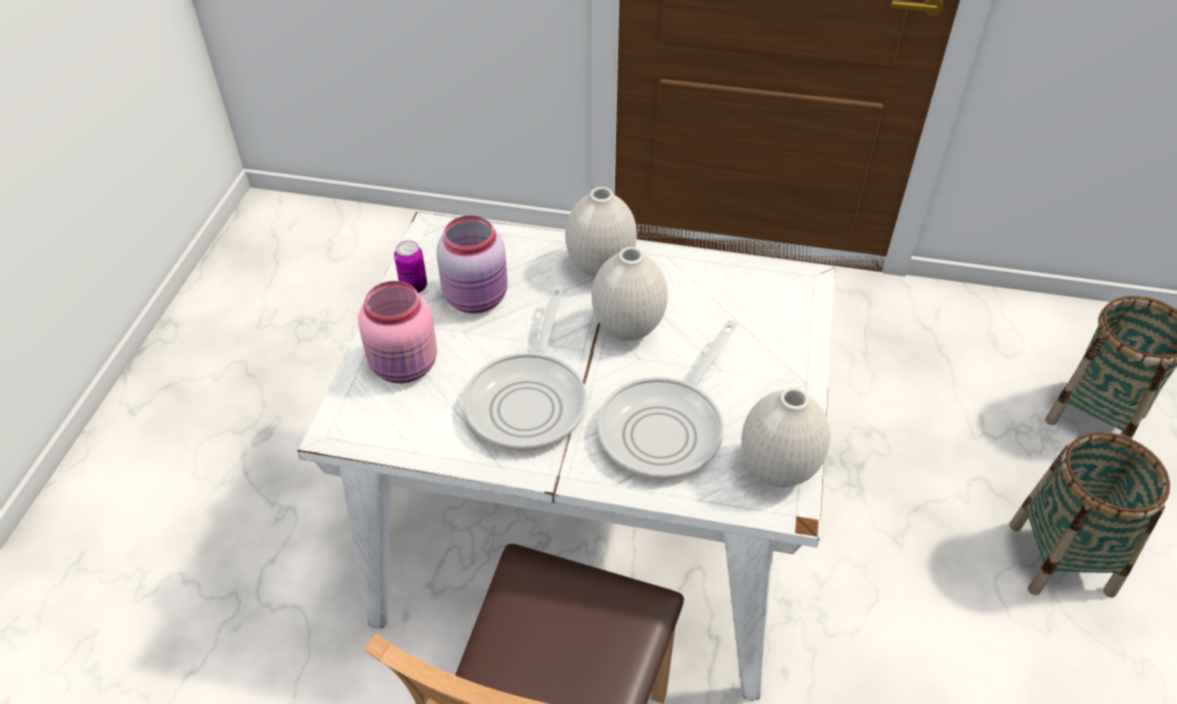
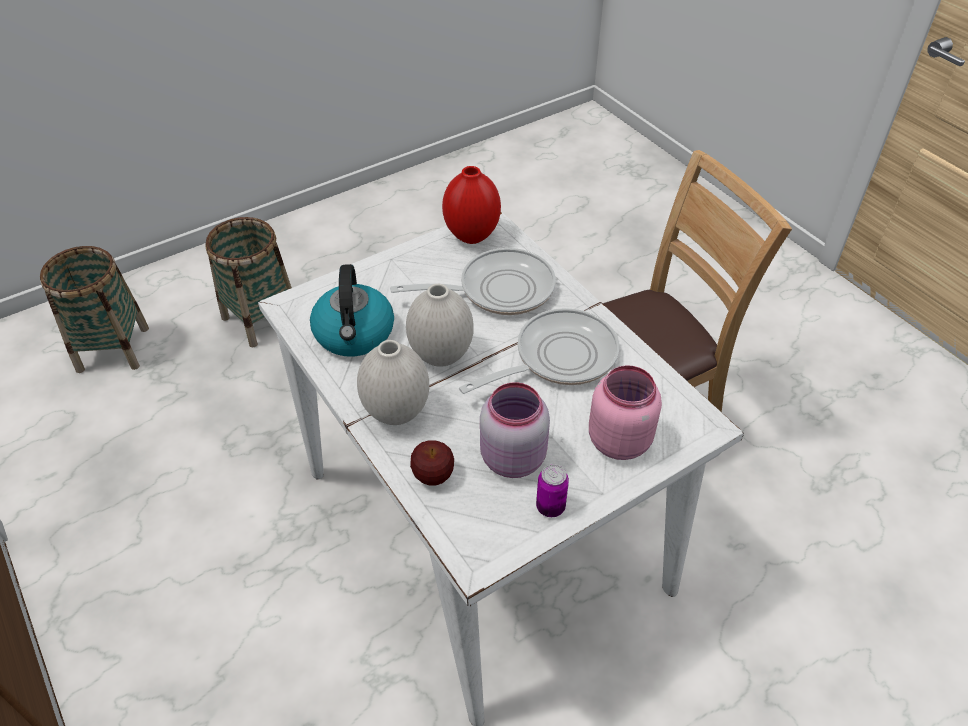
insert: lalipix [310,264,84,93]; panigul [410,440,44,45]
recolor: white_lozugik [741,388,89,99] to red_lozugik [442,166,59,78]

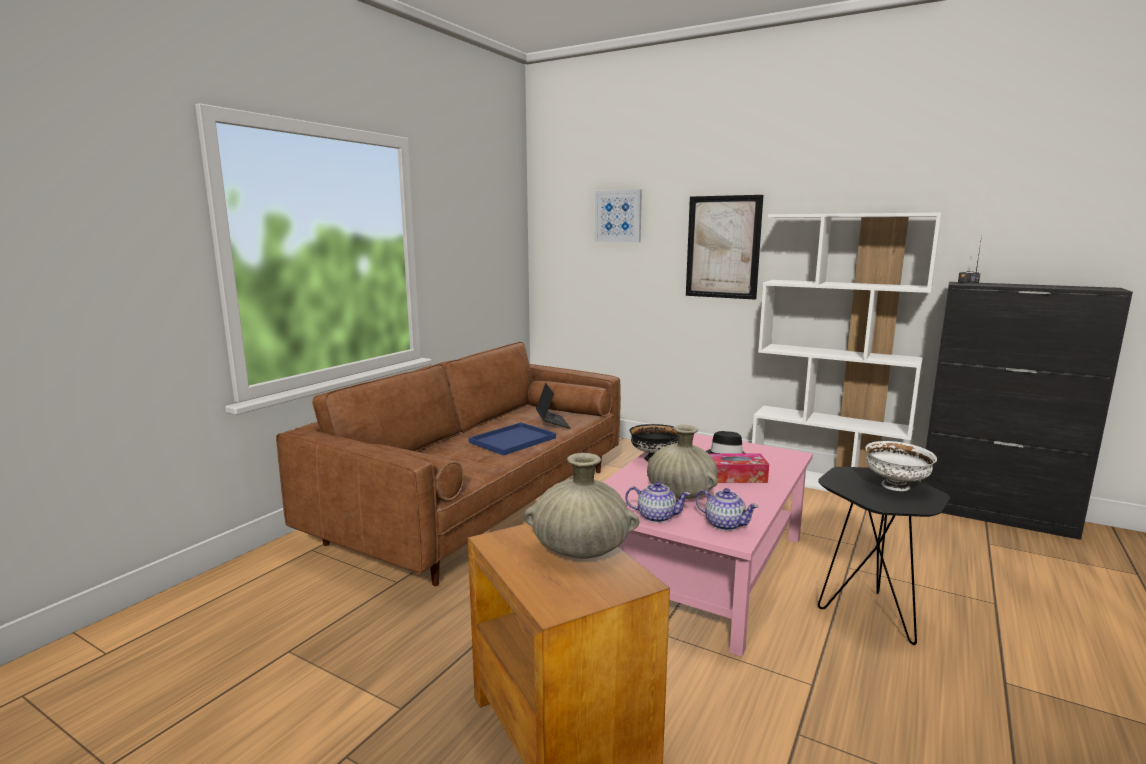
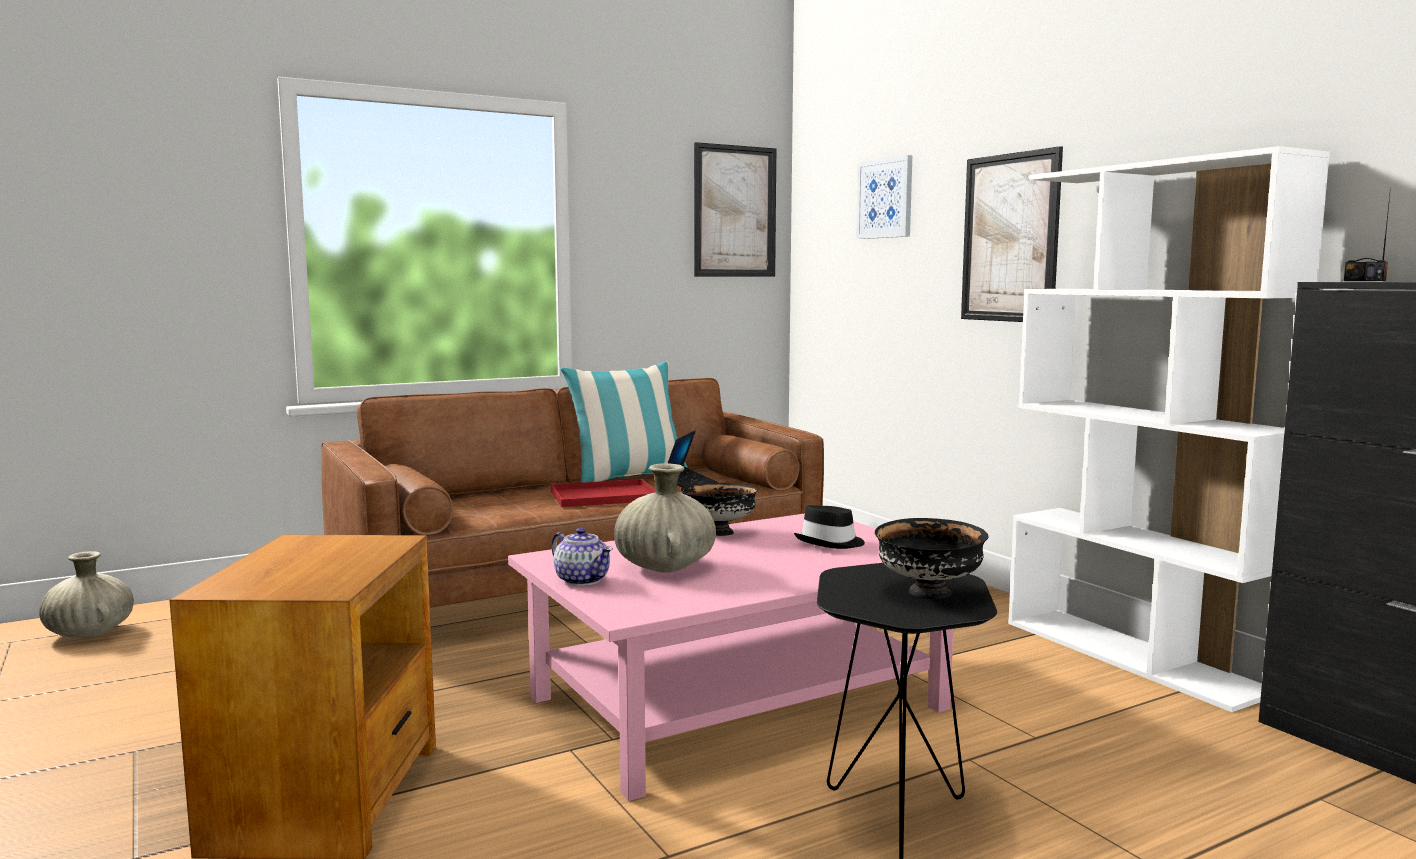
delete: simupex [695,488,64,43]; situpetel [710,454,59,29]
insert: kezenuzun [560,361,128,122]; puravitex [694,142,82,135]
move: beige_lozugik [524,453,115,106] to [39,551,95,87]
recolor: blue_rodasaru [469,422,87,34] to red_rodasaru [551,479,105,28]; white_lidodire [865,441,72,50] to black_lidodire [875,518,114,81]

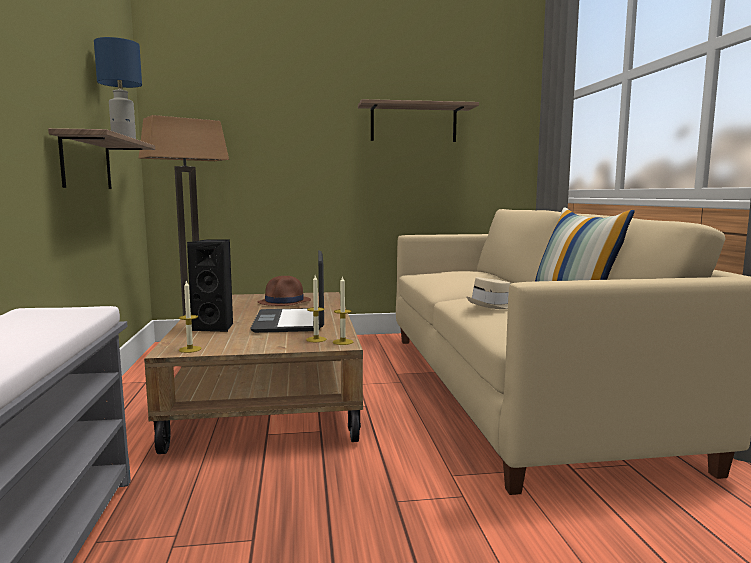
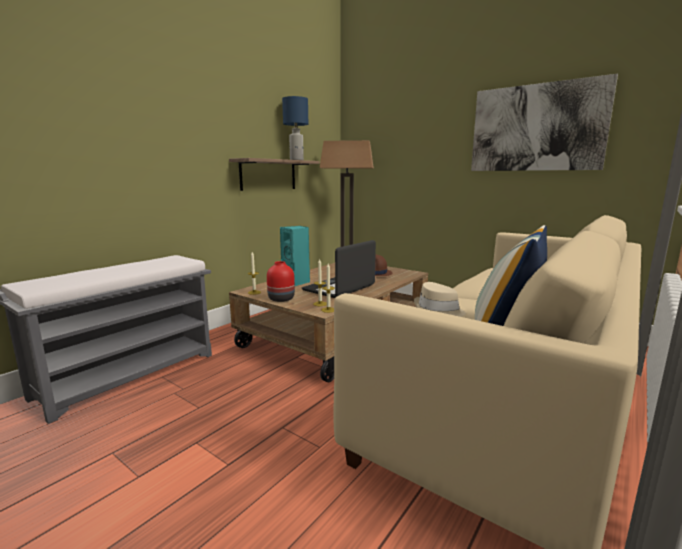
insert: red_lozugik [267,261,28,41]
replace: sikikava [358,99,121,43] to puravitex [471,74,147,97]
recolor: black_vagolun [186,239,47,93] to turquoise_vagolun [280,226,30,60]

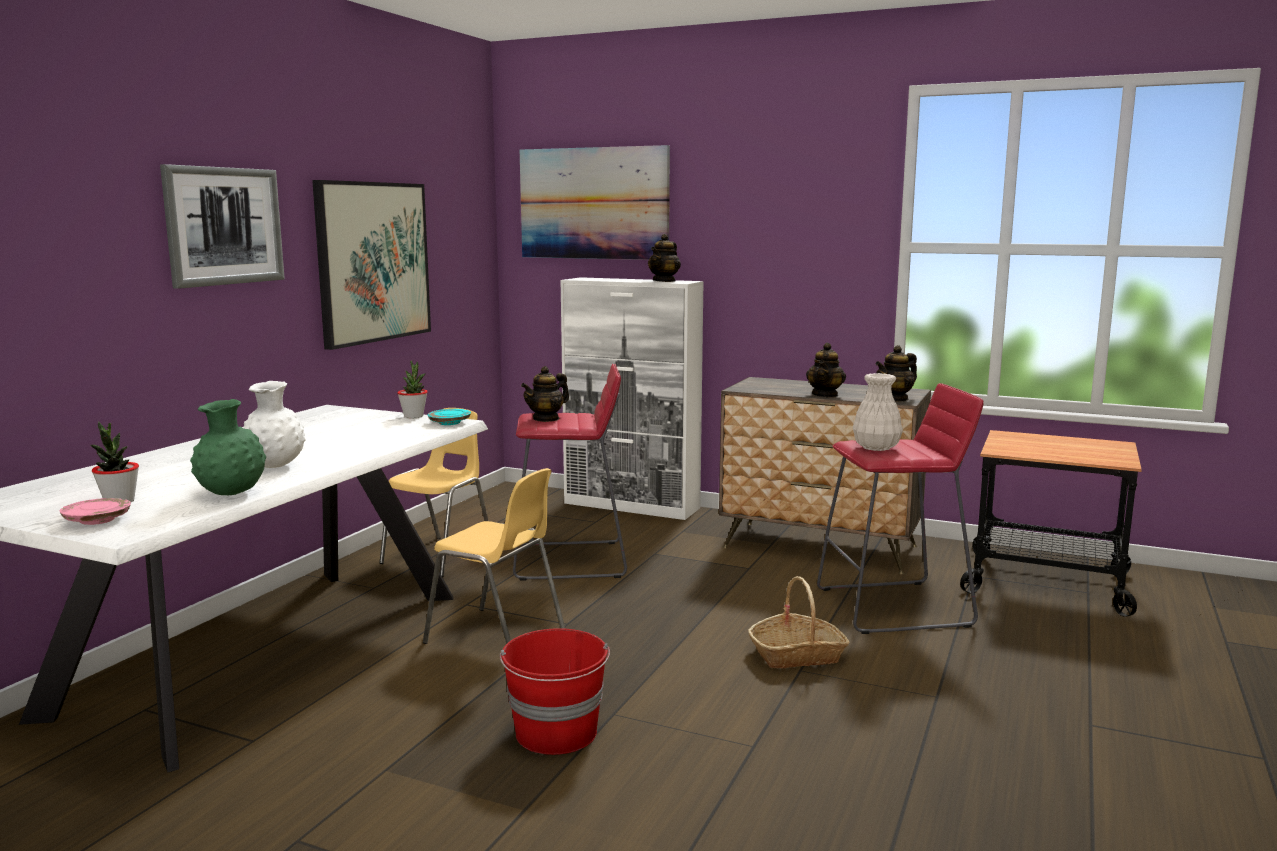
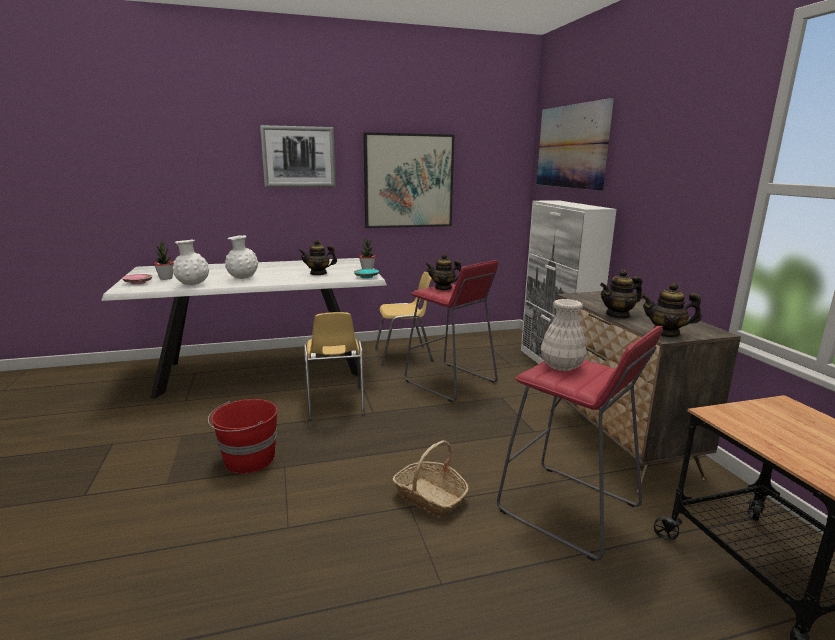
move: simupex [648,234,33,48] to [299,240,38,35]
recolor: green_lozugik [190,399,76,96] to white_lozugik [172,240,37,46]

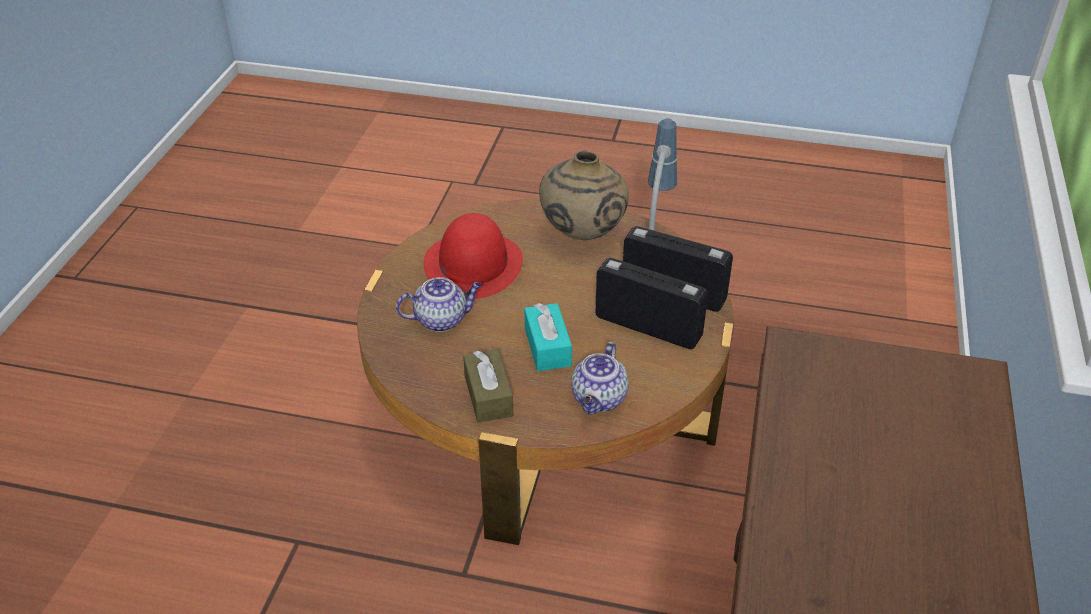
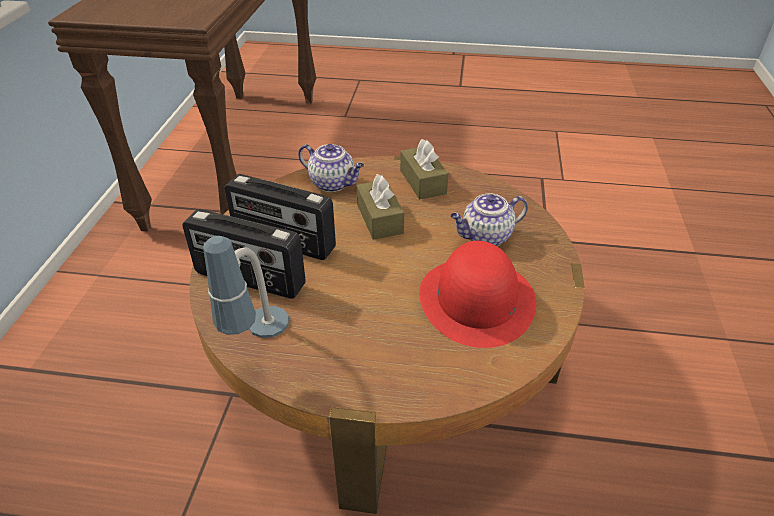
delete: beige_lozugik [539,151,90,89]
recolor: turquoise_situpetel [524,303,48,68] to brown_situpetel [357,174,47,66]
rotate: simupex [571,342,58,73] = [298,144,66,48] 105 degrees clockwise

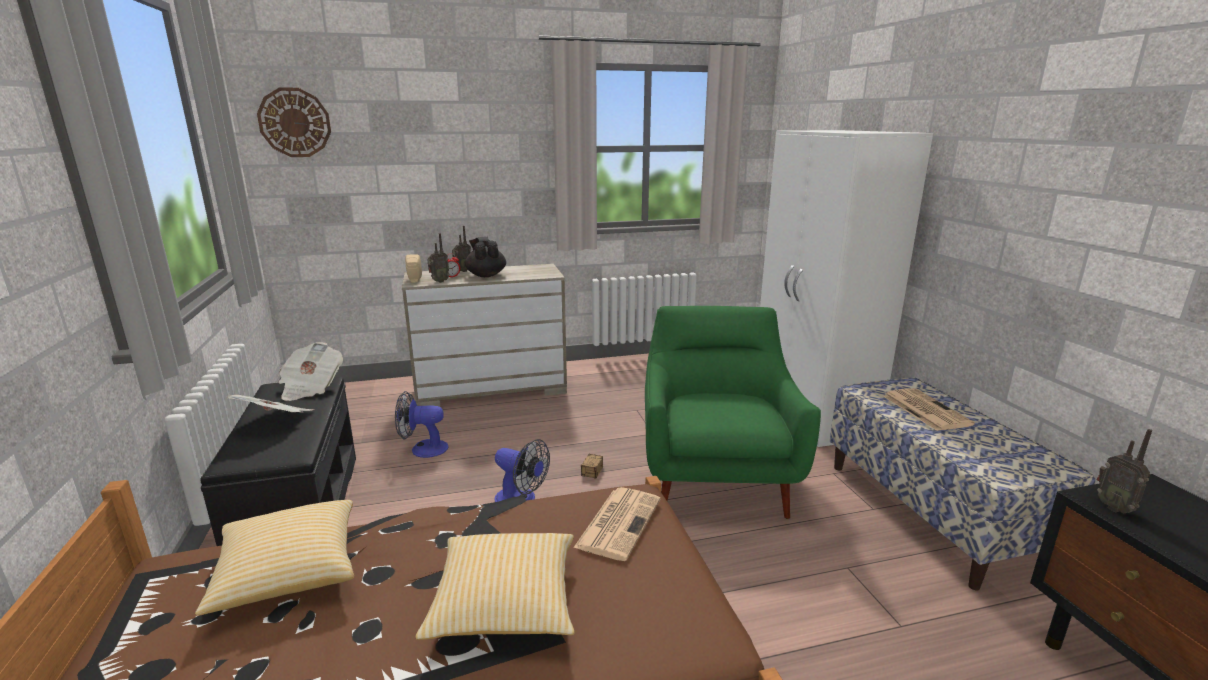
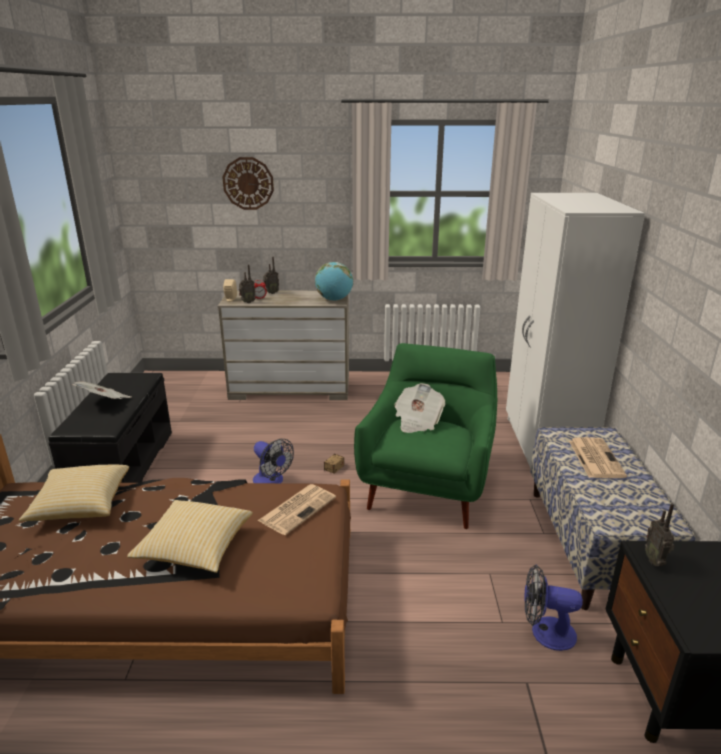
delete: black_simupex [465,236,41,41]
insert: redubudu [315,262,38,39]
move: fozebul [257,87,74,70] to [222,157,52,53]; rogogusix [278,342,65,59] to [395,383,51,50]; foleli [395,391,53,67] to [524,565,59,86]

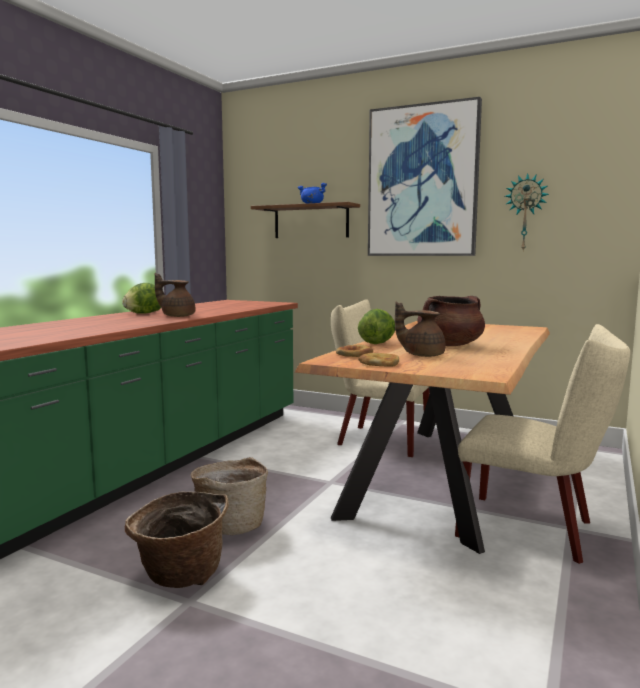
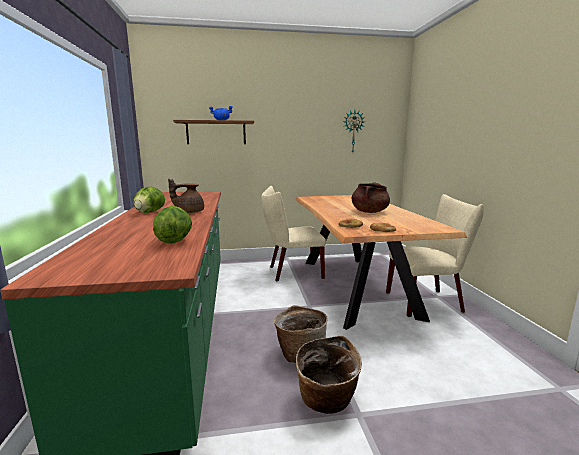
delete: puravitex [368,97,114,159]; brown_simupex [395,301,50,56]
move: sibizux [358,309,37,35] to [153,206,39,38]

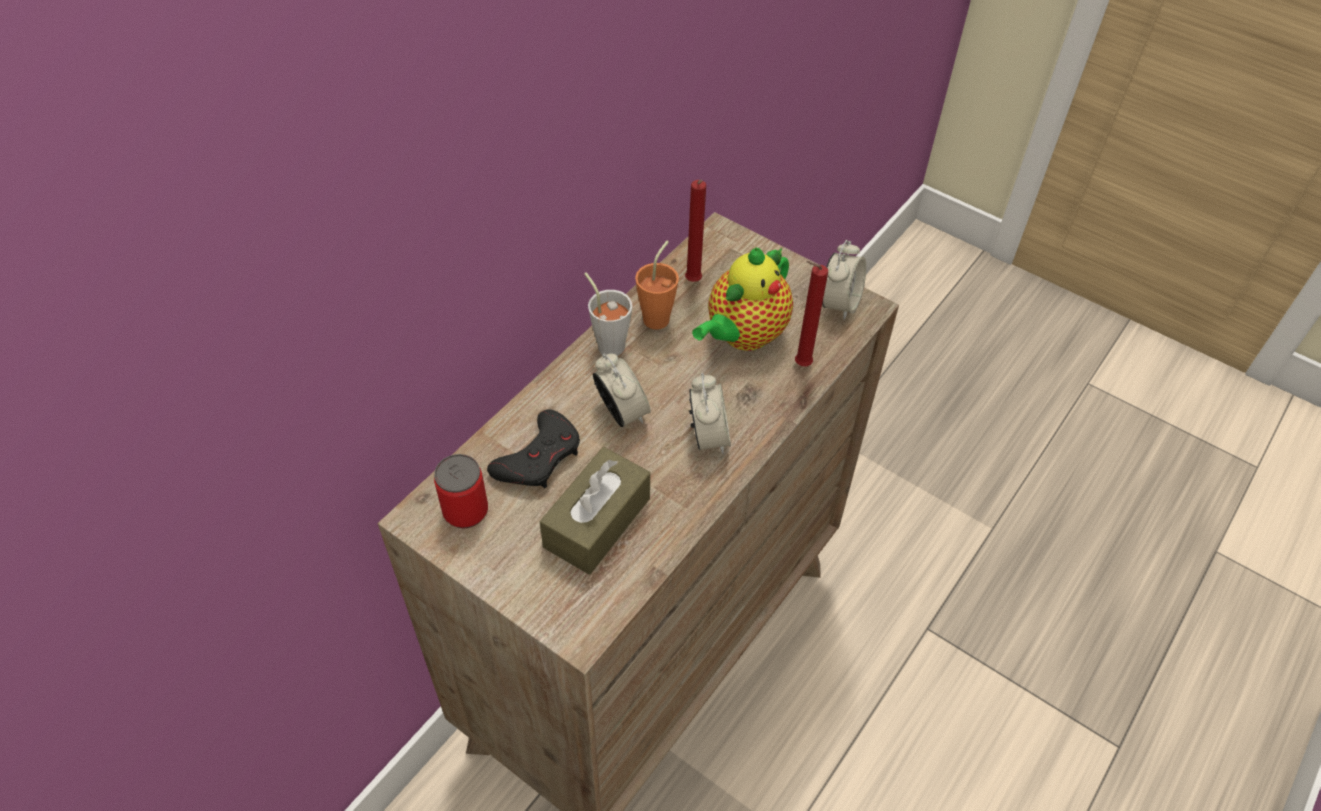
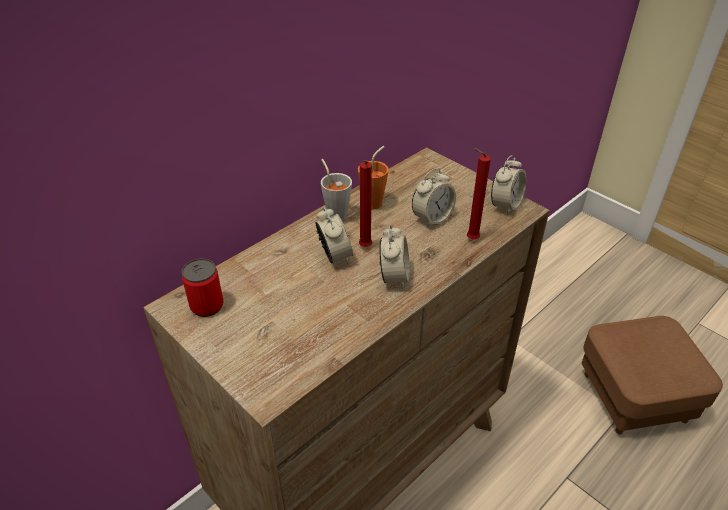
delete: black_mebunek [487,409,93,79]; brown_situpetel [540,447,110,127]
insert: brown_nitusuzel [582,316,141,118]
move: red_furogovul [685,180,21,102] to [359,160,13,87]
replace: simupex [692,248,101,103] to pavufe [412,168,44,60]

